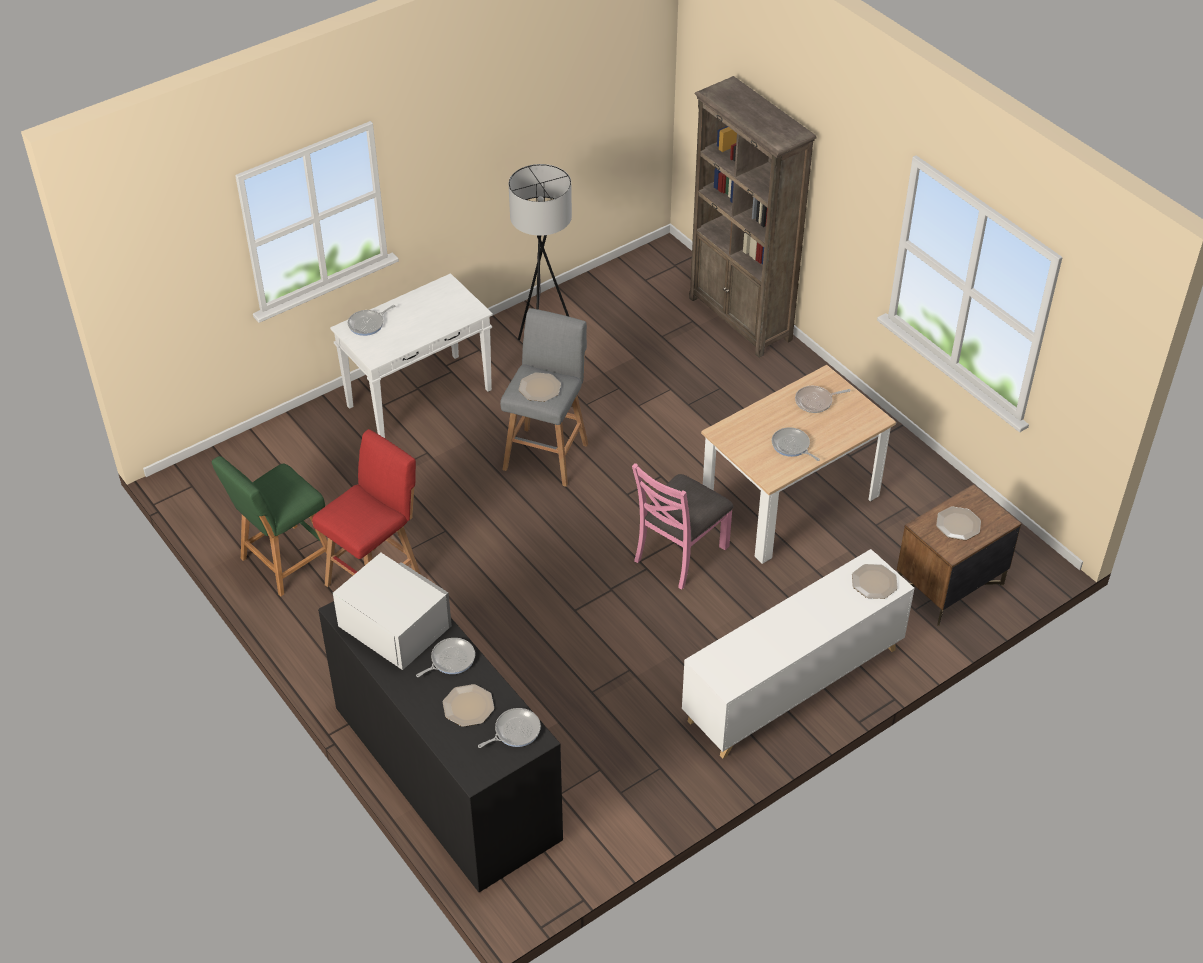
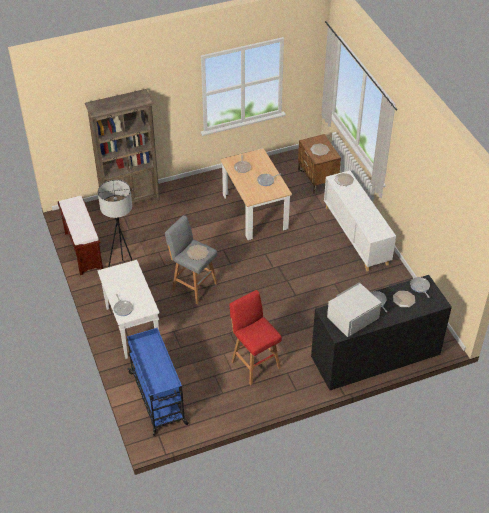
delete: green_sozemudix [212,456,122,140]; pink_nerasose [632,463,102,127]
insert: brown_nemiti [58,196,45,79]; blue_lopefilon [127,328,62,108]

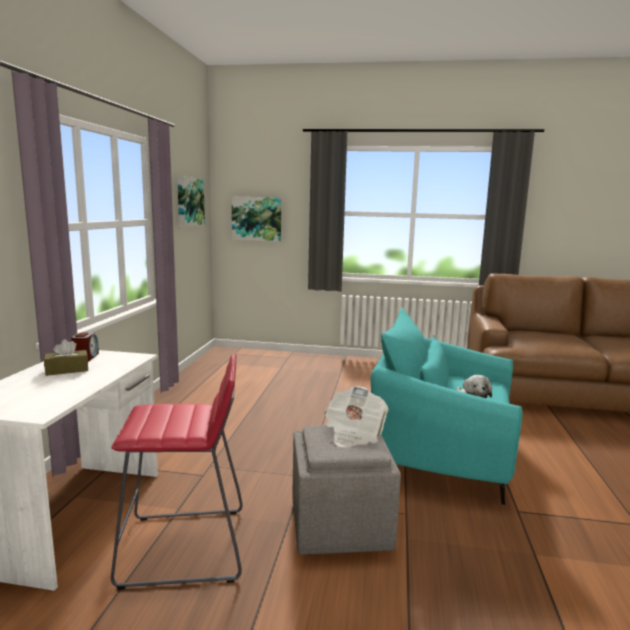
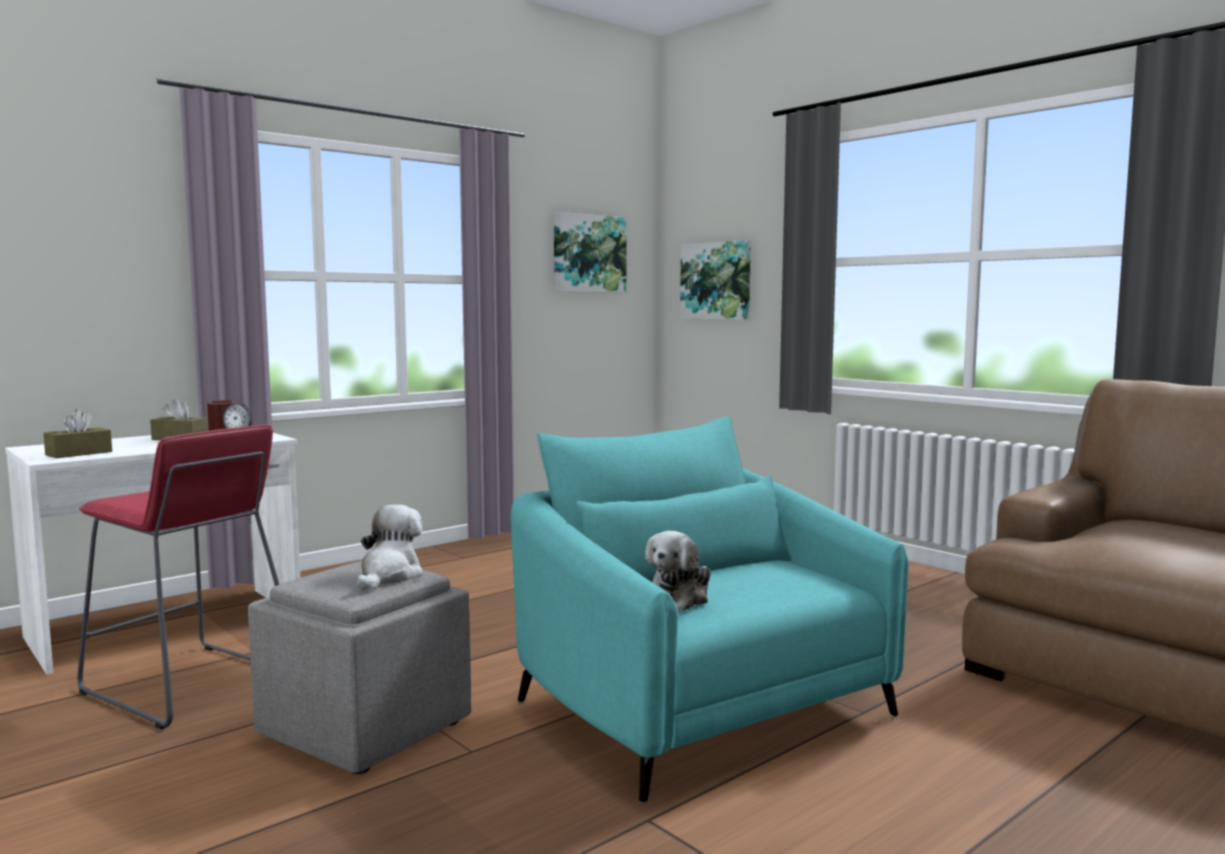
insert: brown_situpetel [43,409,69,49]
replace: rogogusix [325,386,63,61] to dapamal [357,505,66,86]

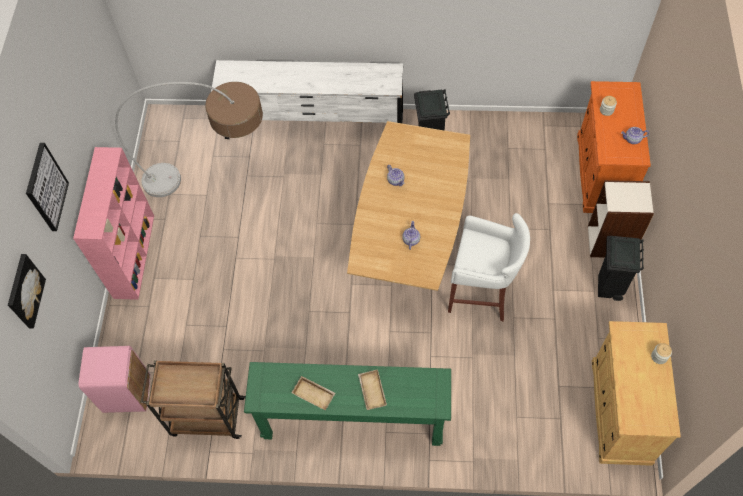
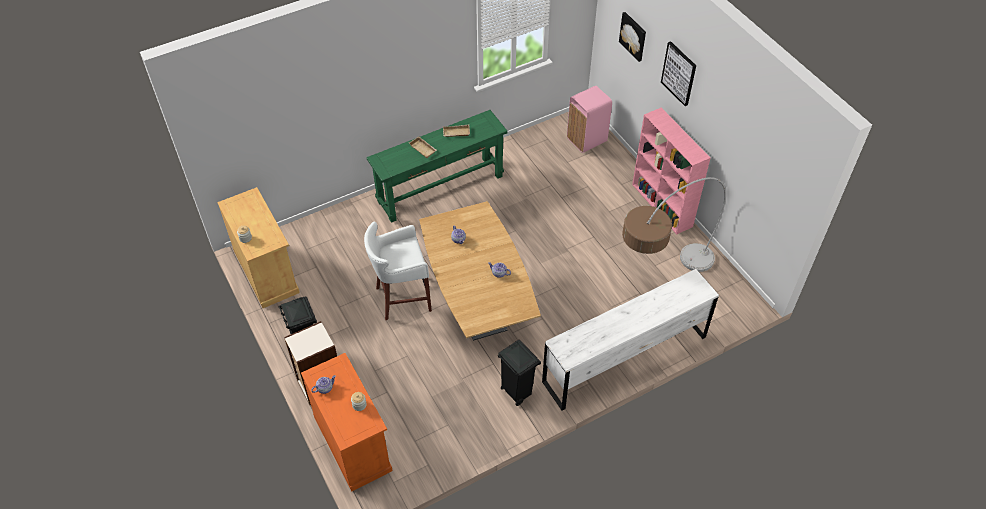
delete: brown_lopefilon [140,360,106,79]

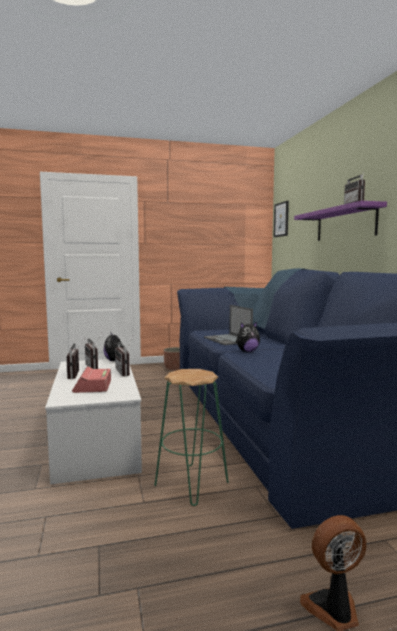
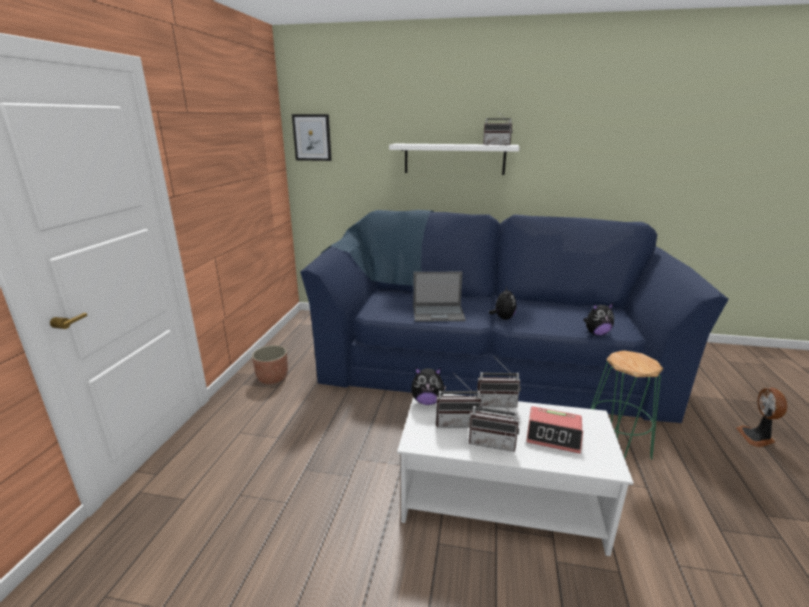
insert: dapamal [583,303,31,33]
recolor: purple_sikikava [294,201,93,40] to white_sikikava [389,144,130,31]

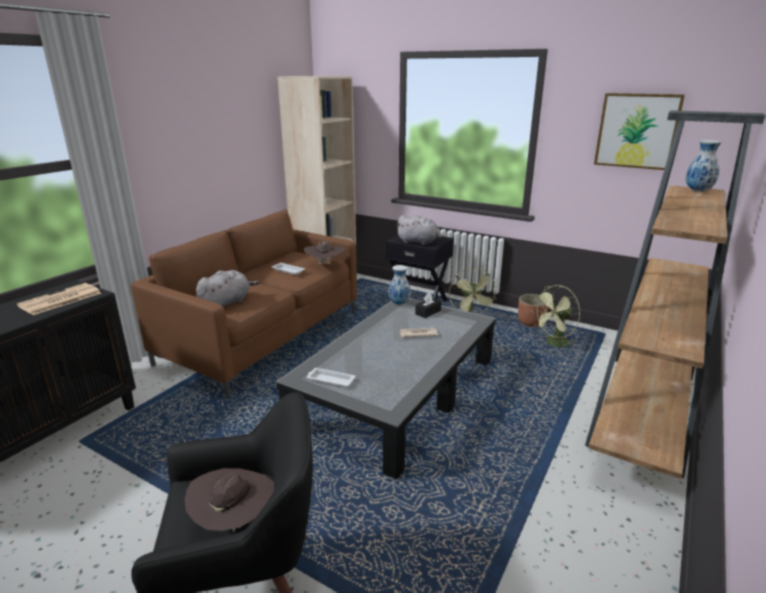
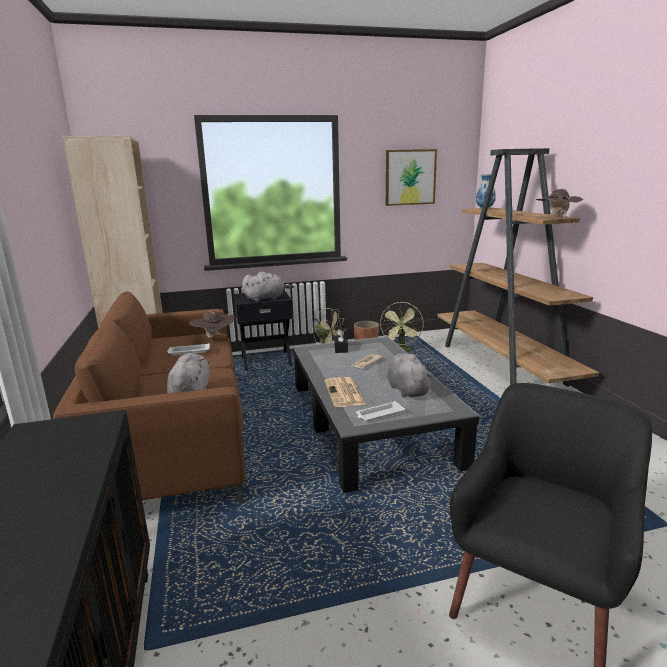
delete: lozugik [389,265,22,40]
insert: grey_dapamal [387,353,46,44]
move: rogogusix [17,283,84,32] to [325,377,41,30]; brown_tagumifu [185,468,89,65] to [536,189,47,29]

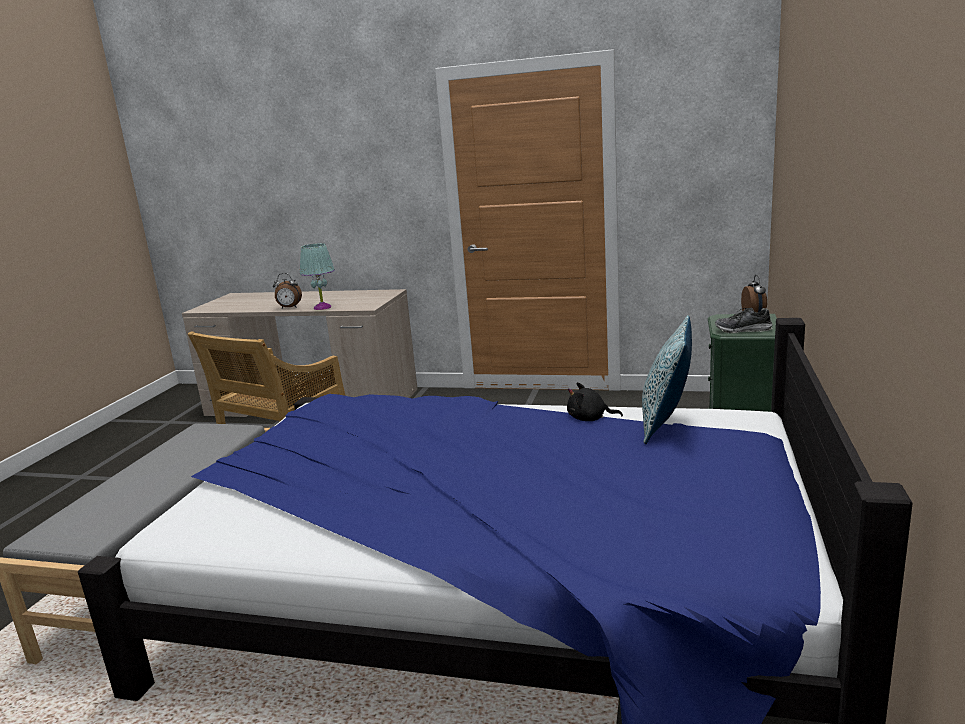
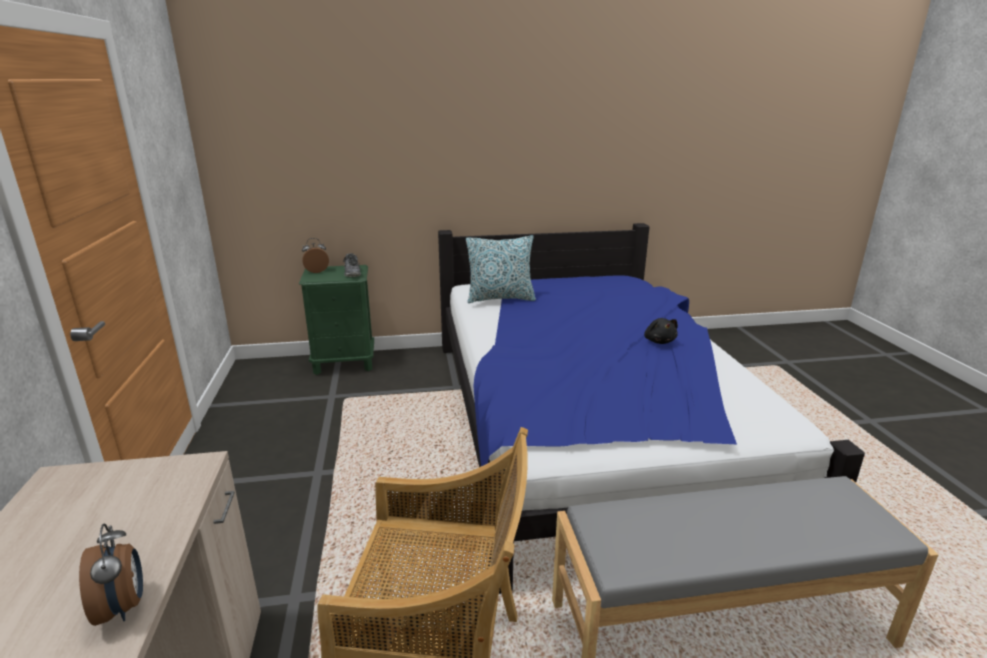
delete: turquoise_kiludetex [300,243,35,67]
move: black_dapamal [567,382,56,39] to [644,318,34,26]

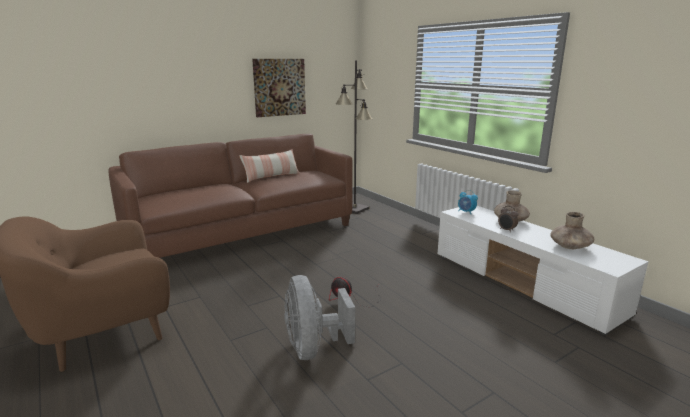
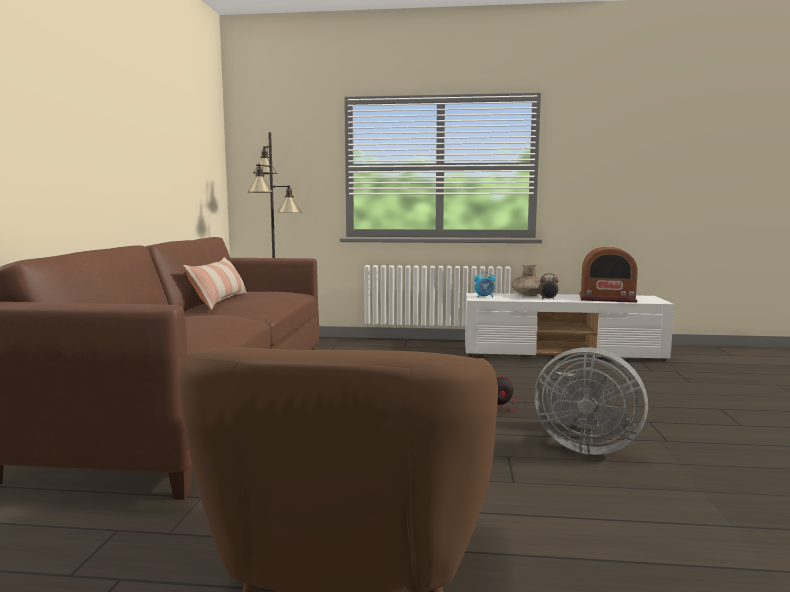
delete: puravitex [252,59,54,58]
replace: brown_lozugik [550,212,44,37] to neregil [579,247,59,56]

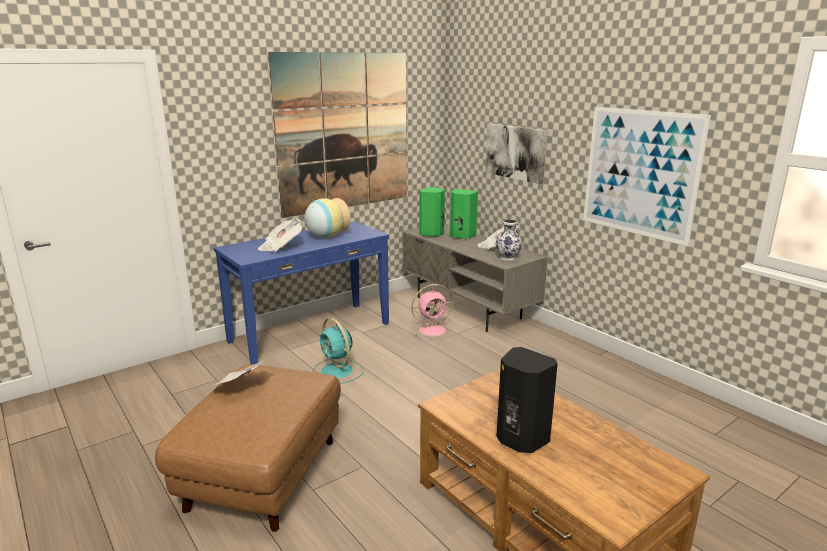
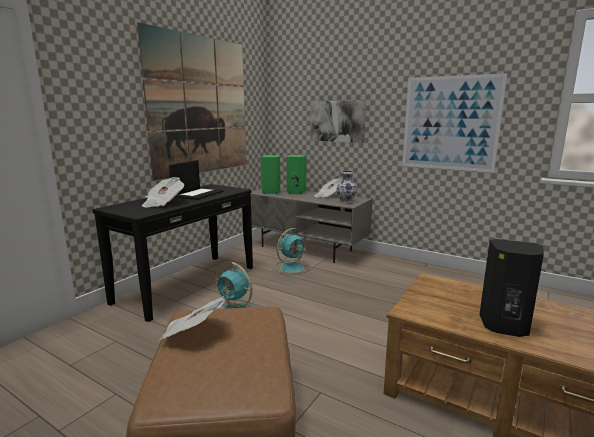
replace: lozugik [305,198,45,40] to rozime [169,160,54,40]
recolor: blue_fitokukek [214,221,175,143] to black_fitokukek [93,184,160,138]; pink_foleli [408,284,47,55] to turquoise_foleli [273,228,38,47]

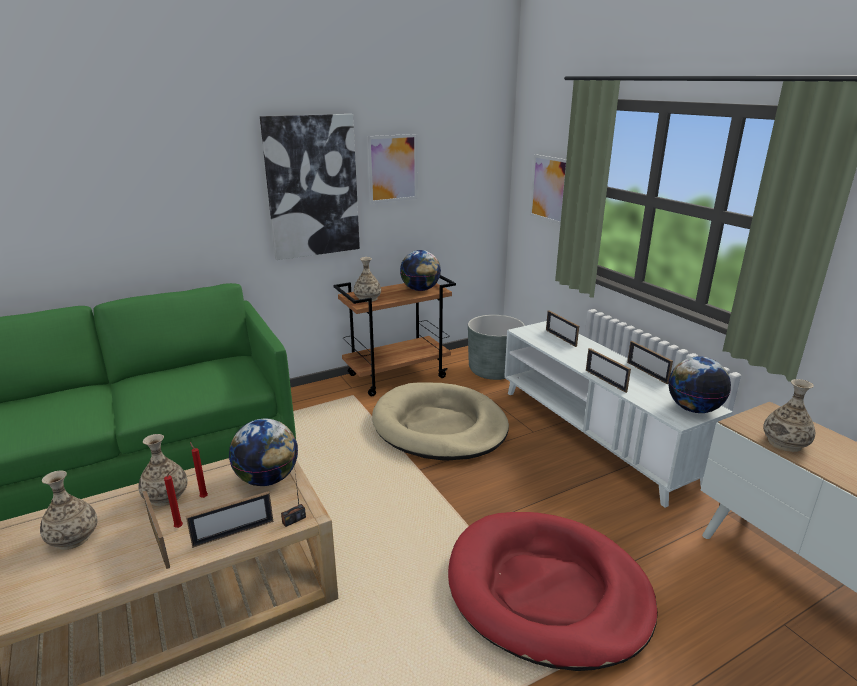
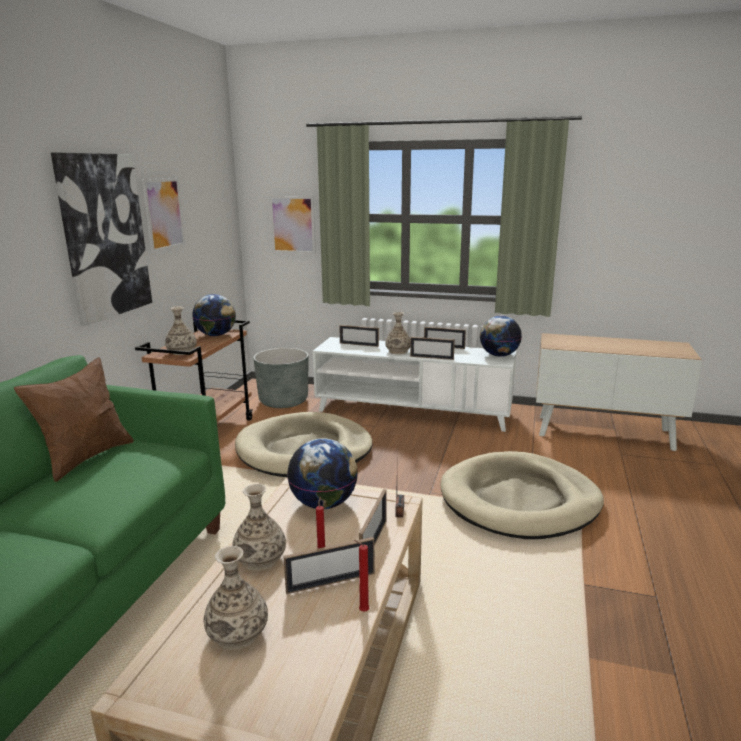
insert: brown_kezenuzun [14,357,120,125]
move: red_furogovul [190,442,18,56] to [354,540,16,72]; lozugik [763,379,52,73] to [385,312,26,42]
recolor: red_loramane [448,512,210,159] to beige_loramane [440,451,164,88]
rotate: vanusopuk [143,491,27,78] = [284,537,91,57] 150 degrees clockwise

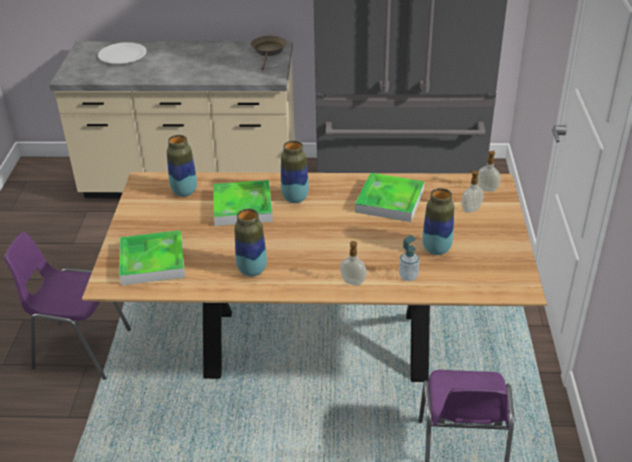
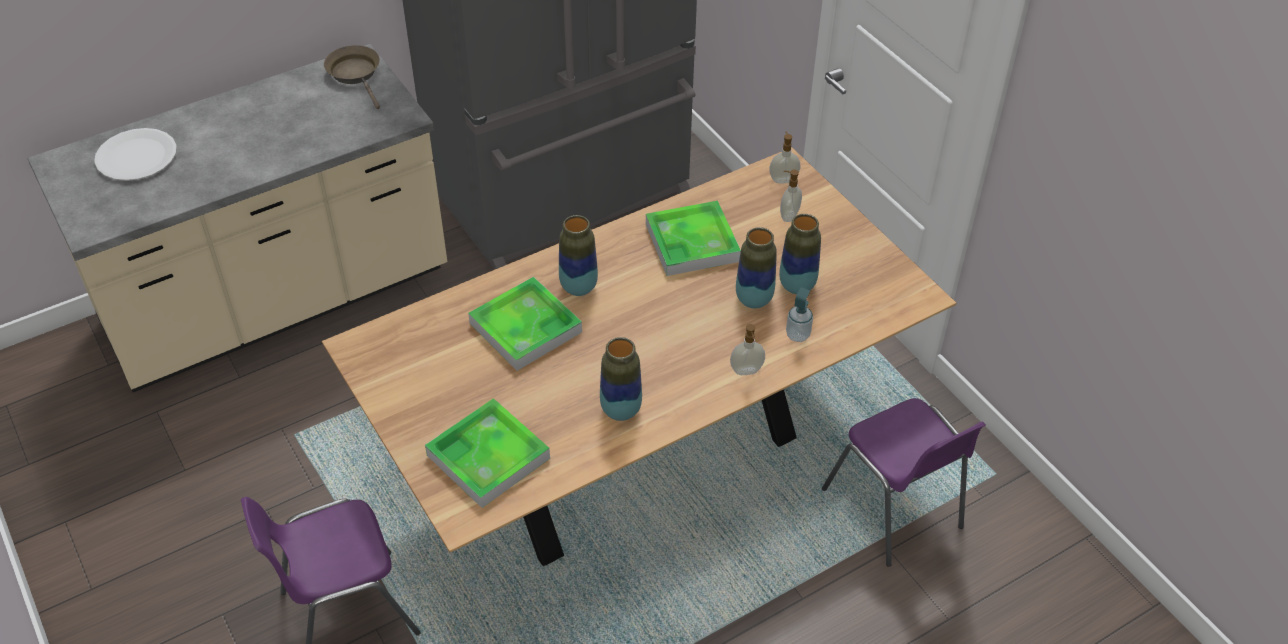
move: lozugik [167,135,30,62] to [736,227,41,81]

